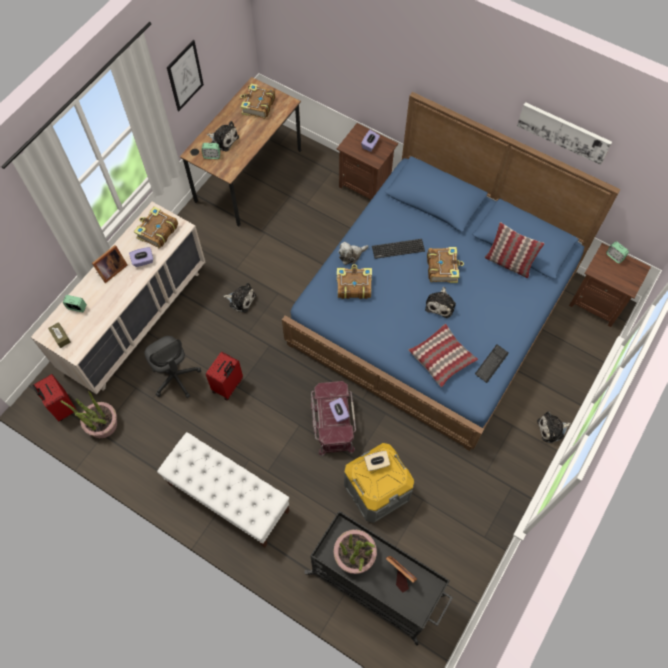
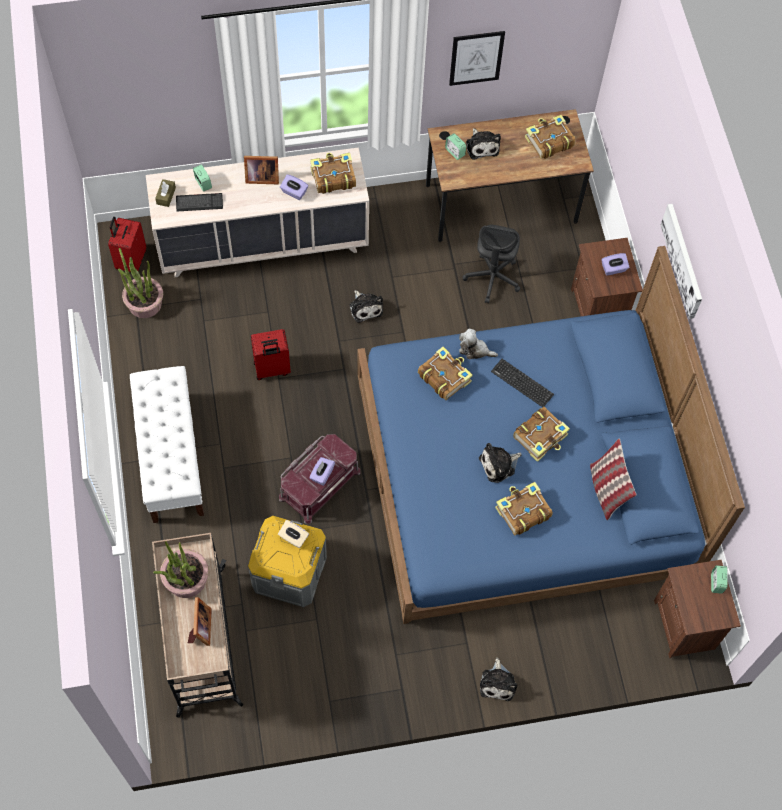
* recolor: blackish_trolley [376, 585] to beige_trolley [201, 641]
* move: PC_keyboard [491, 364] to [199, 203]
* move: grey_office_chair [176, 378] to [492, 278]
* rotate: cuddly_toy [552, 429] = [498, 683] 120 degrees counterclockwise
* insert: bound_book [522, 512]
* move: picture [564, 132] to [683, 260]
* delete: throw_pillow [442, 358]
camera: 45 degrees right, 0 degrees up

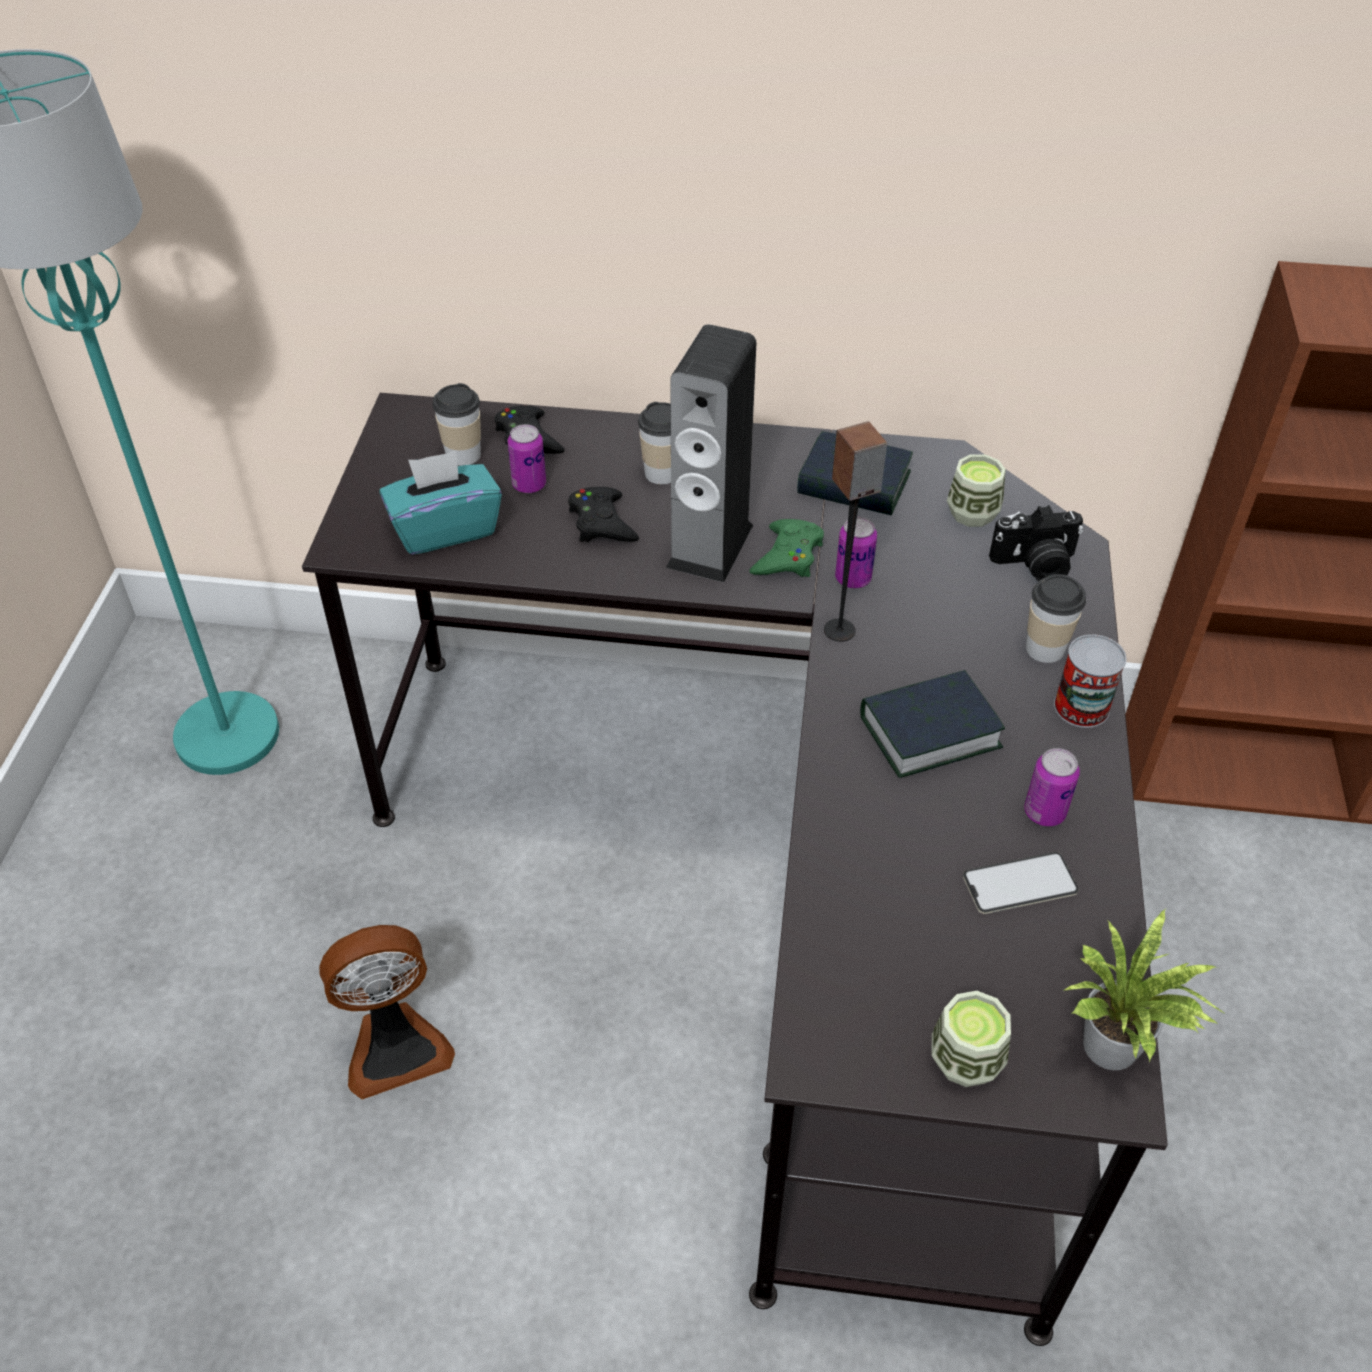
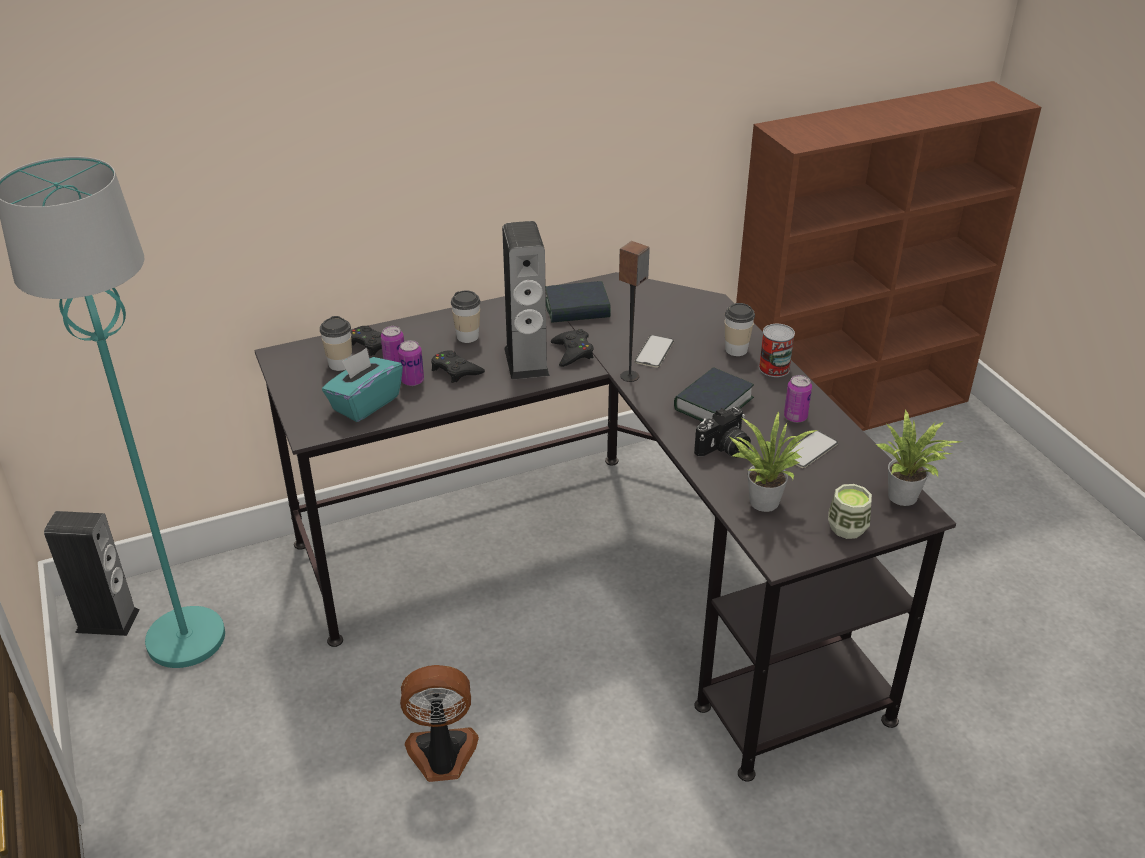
* insert: loudspeaker [107, 621]
* move: sealed_can [853, 578] to [412, 381]
* rotate: fan [395, 1046] = [442, 756] 135 degrees counterclockwise
* recolor: green-coloured_gamepad [788, 556] to blackish_gamepad [572, 352]
* insert: handset [654, 351]
* move: photo_camera [1035, 565] to [724, 449]
* insert: houseplant [762, 499]
* delete: drinking_cup [972, 513]
camera: 30 degrees left, 10 degrees down

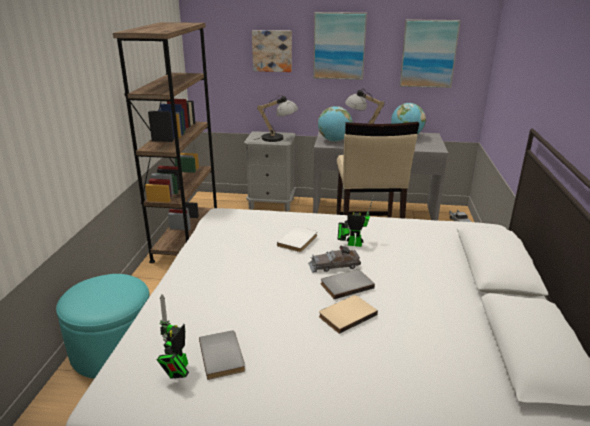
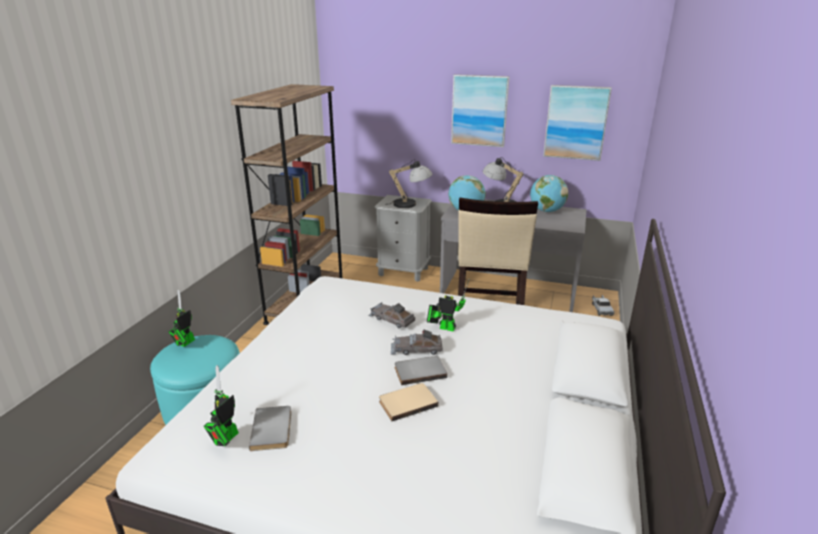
* insert: model_robot [185, 343]
* replace: whitish_bound_book [299, 241] to grey_toy_car [391, 319]
* delete: picture [272, 51]
camera: 10 degrees right, 0 degrees up

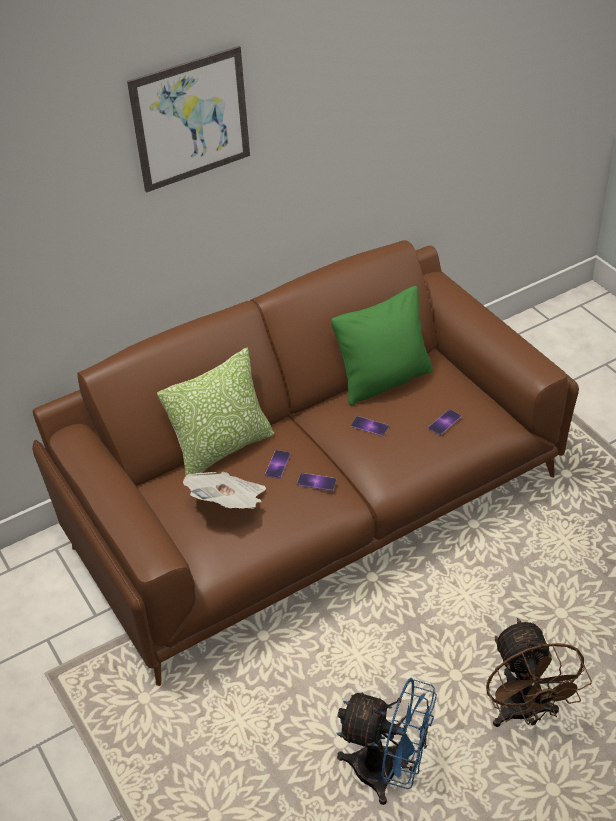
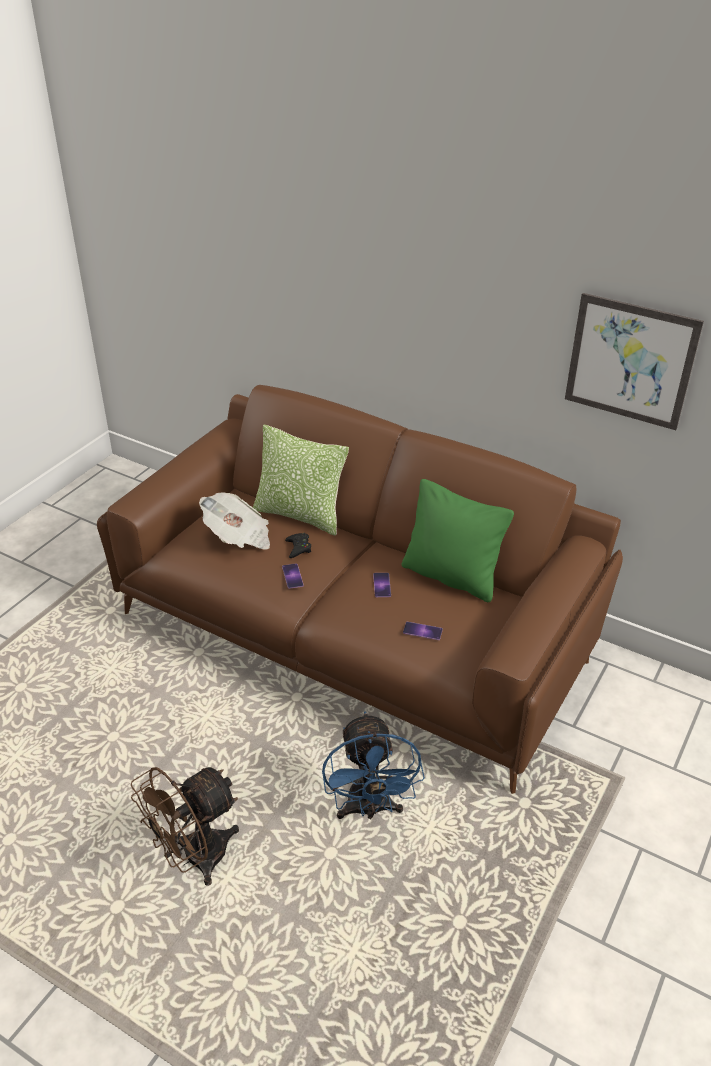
* replace: handset [277, 464] to blackish_gamepad [298, 548]
* move: blue_fan [387, 772] to [369, 810]
* move: picture [191, 119] to [630, 361]
camera: 60 degrees right, 5 degrees down

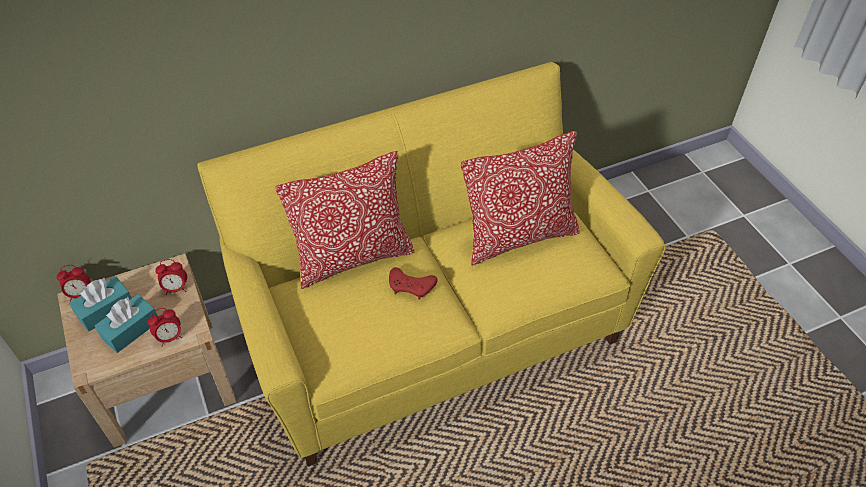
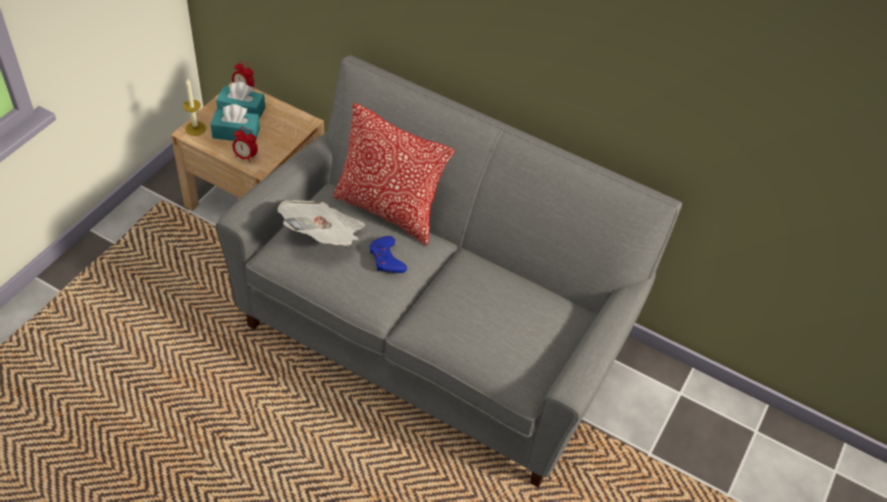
* insert: candle [195, 129]
* recolor: yellowish_couch [432, 329] to grey_couch [435, 338]
* insert: newspaper [324, 237]
* recolor: reddish_gamepad [411, 286] to blue_gamepad [387, 259]
* delete: bedside_clock [176, 288]
* delete: throw_pillow [519, 237]
camera: 50 degrees right, 0 degrees up

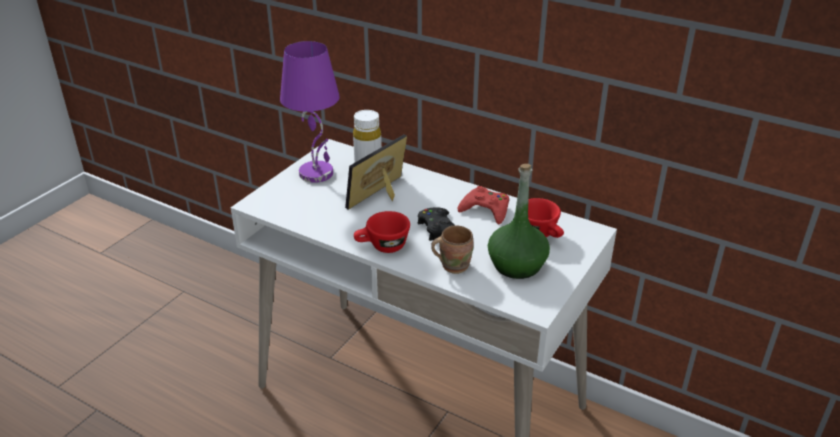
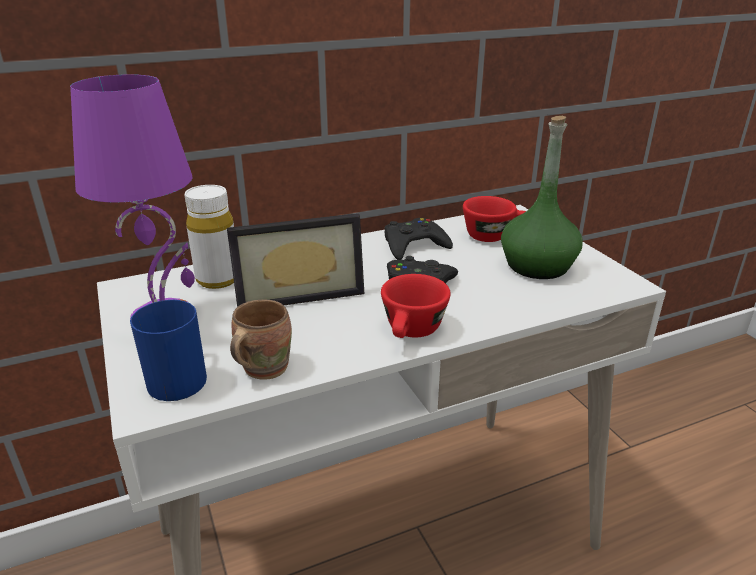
* insert: blue_coffee_mug [181, 376]
* rotate: standing_frame [383, 196] = [298, 292] 90 degrees counterclockwise
* move: brown-coloured_coffee_mug [453, 265] to [261, 368]
* recolor: reddish_gamepad [486, 210] to blackish_gamepad [414, 245]
camera: 55 degrees left, 5 degrees down

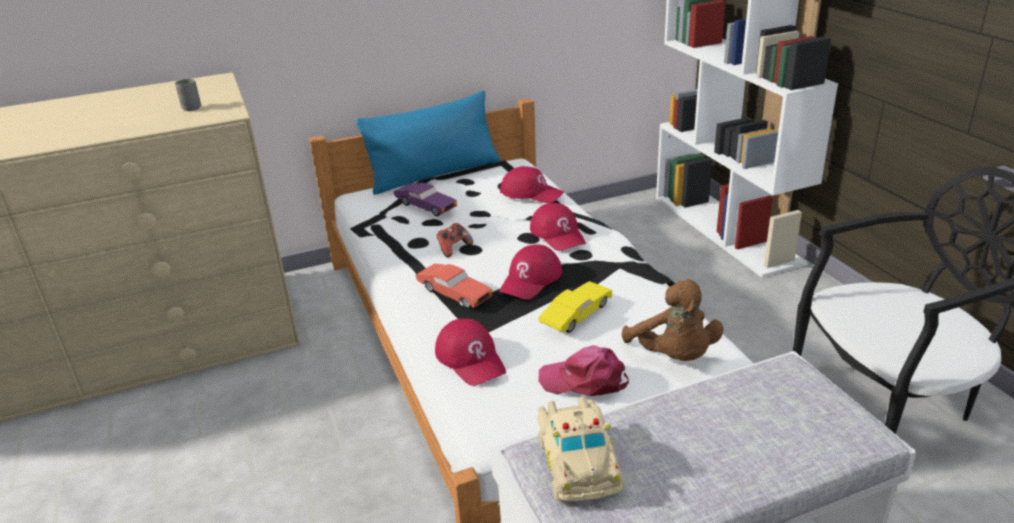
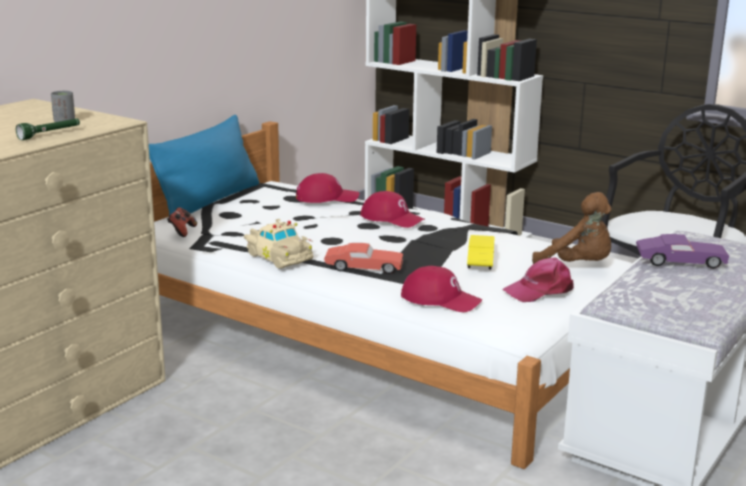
* insert: green-coloured_torch [50, 134]
* move: gamepad [454, 249] to [182, 231]
* move: beige_toy_car [579, 460] to [279, 256]
* move: purplish_toy_car [425, 206] to [680, 263]
* delete: reddish_cap [531, 280]
camera: 35 degrees left, 10 degrees down

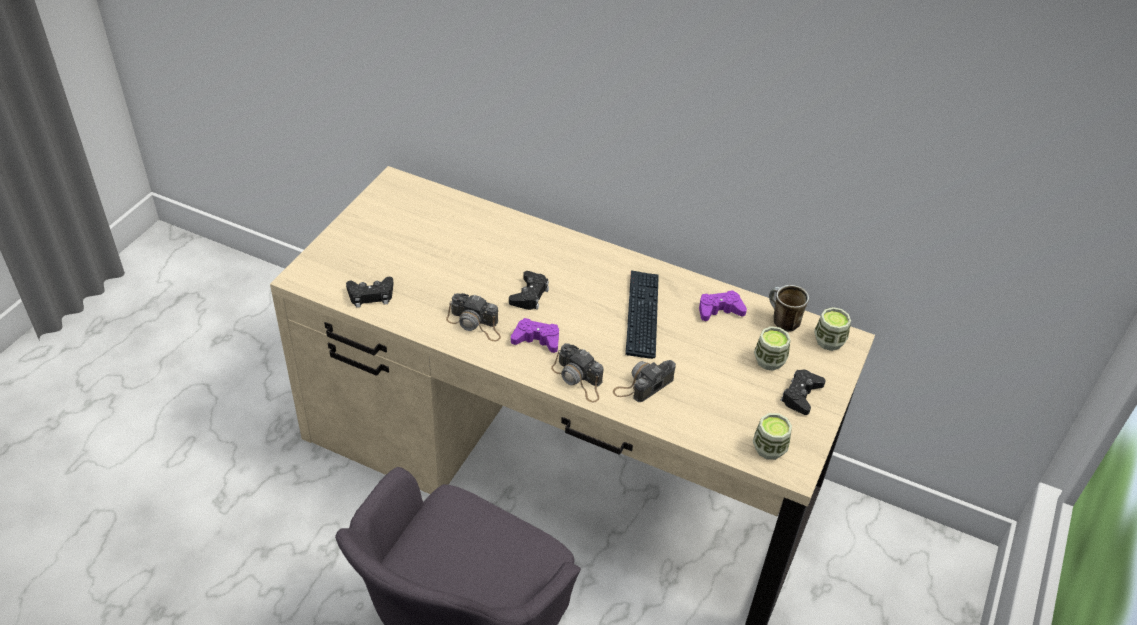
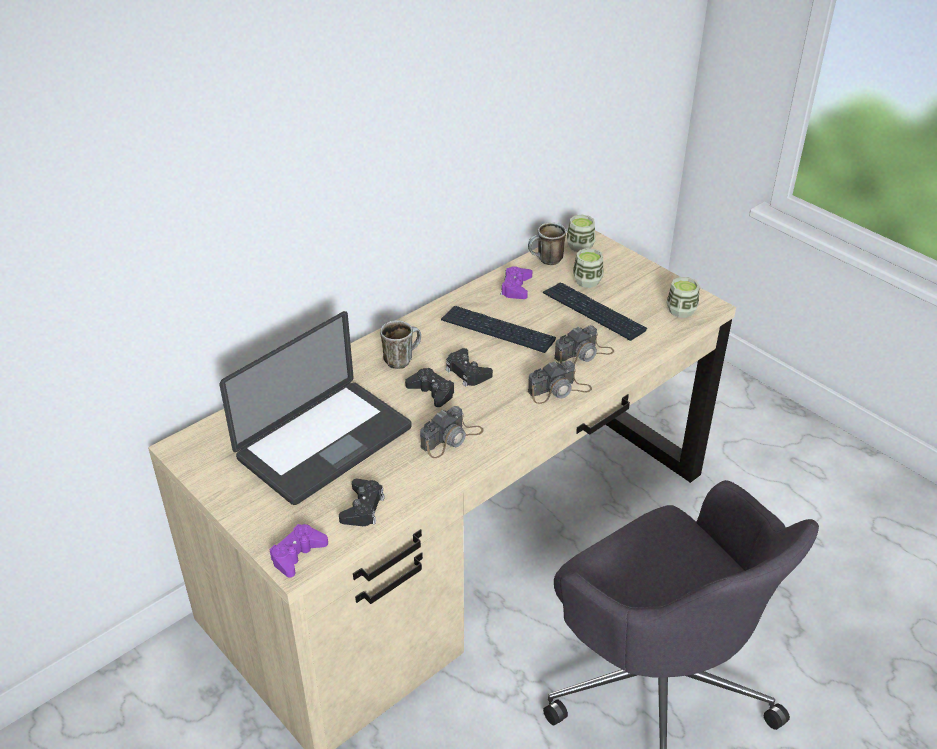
* insert: portable_computer [324, 443]
* move: purplish_gamepad [537, 340] to [297, 554]
* insert: coffee_mug [401, 359]
* move: blackish_gamepad [801, 395] to [467, 372]
* insert: PC_keyboard [593, 312]
* rotate: photo_camera [643, 385] = [584, 354] 105 degrees counterclockwise
camera: 65 degrees left, 5 degrees down

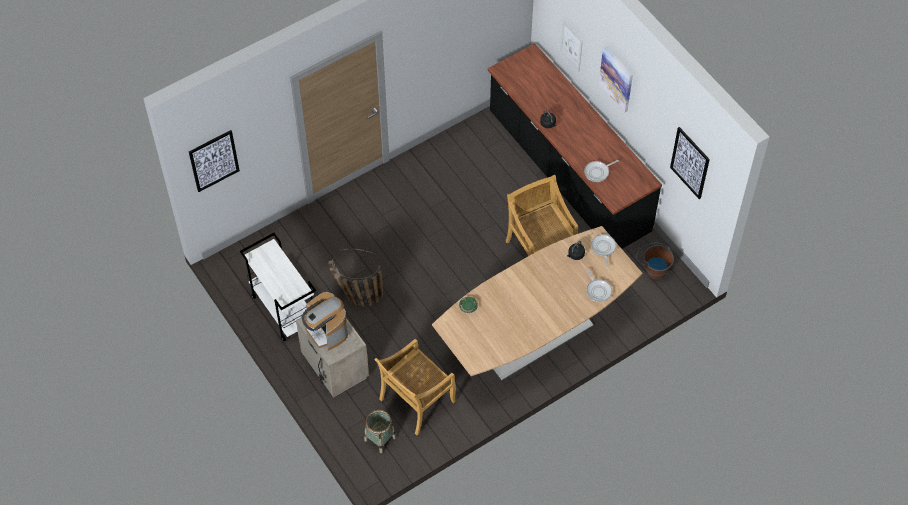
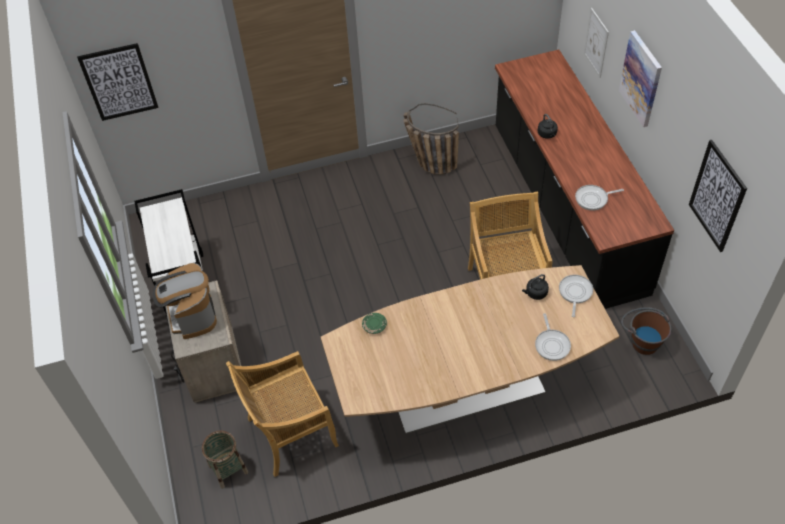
* move: basket [356, 295] to [428, 162]
camera: 20 degrees right, 5 degrees down

